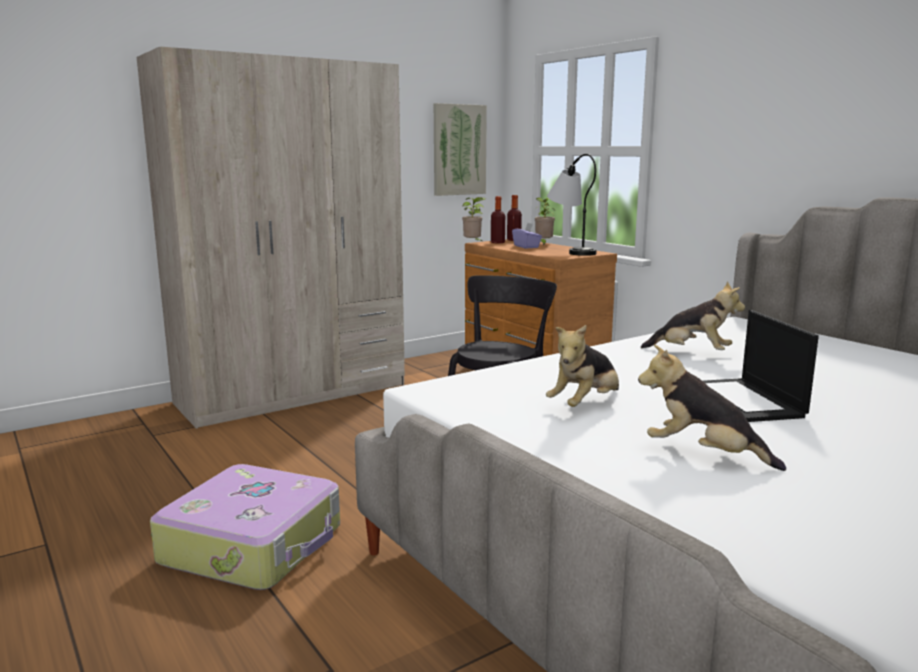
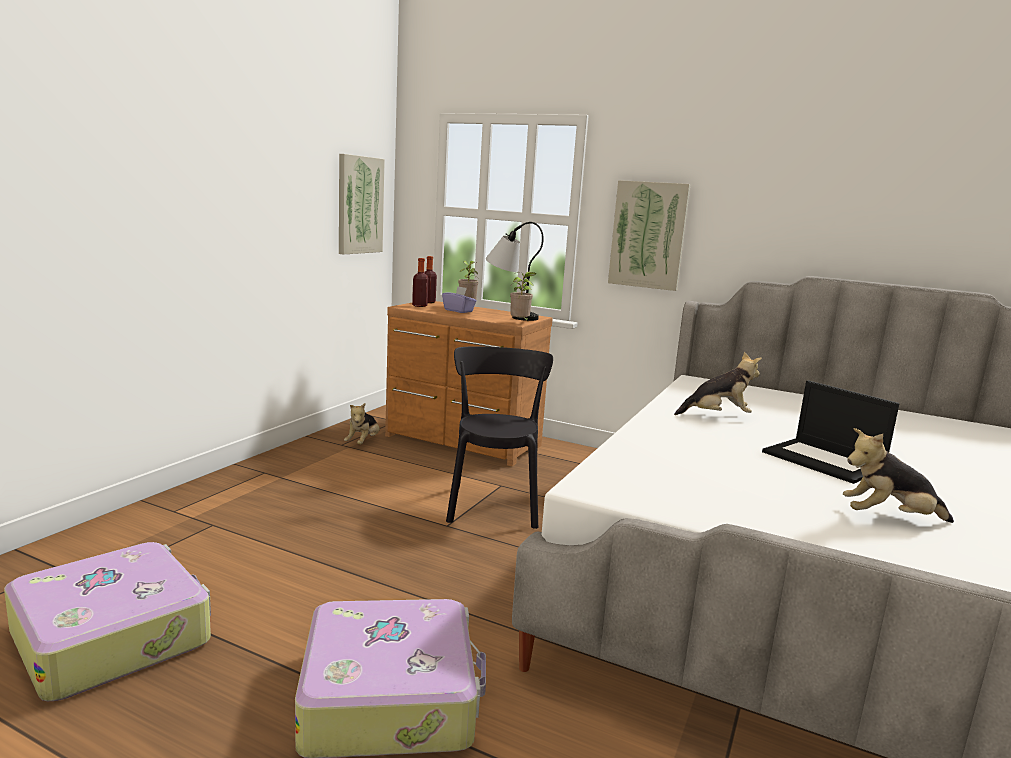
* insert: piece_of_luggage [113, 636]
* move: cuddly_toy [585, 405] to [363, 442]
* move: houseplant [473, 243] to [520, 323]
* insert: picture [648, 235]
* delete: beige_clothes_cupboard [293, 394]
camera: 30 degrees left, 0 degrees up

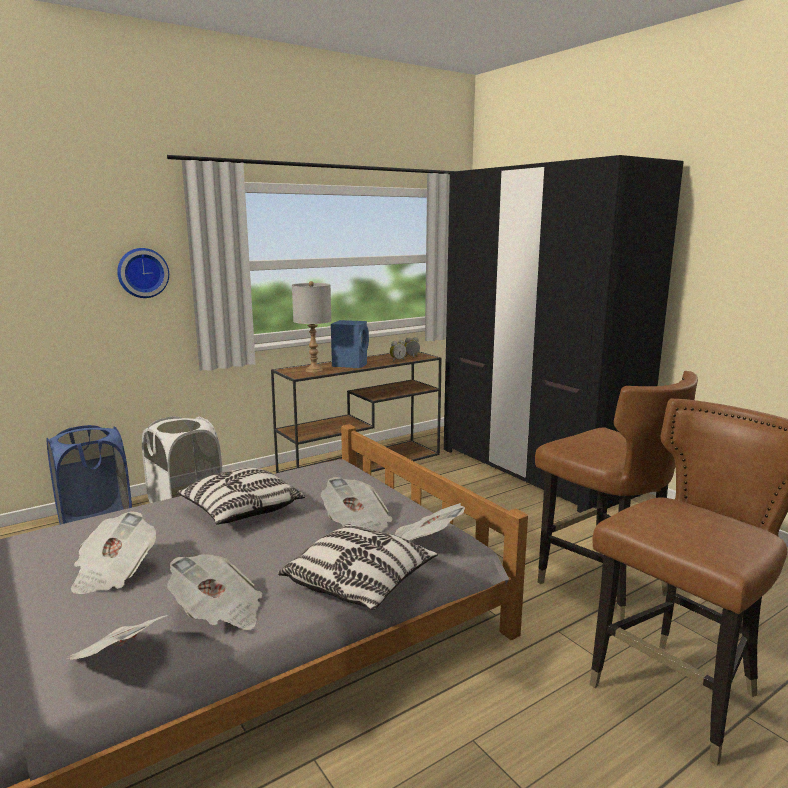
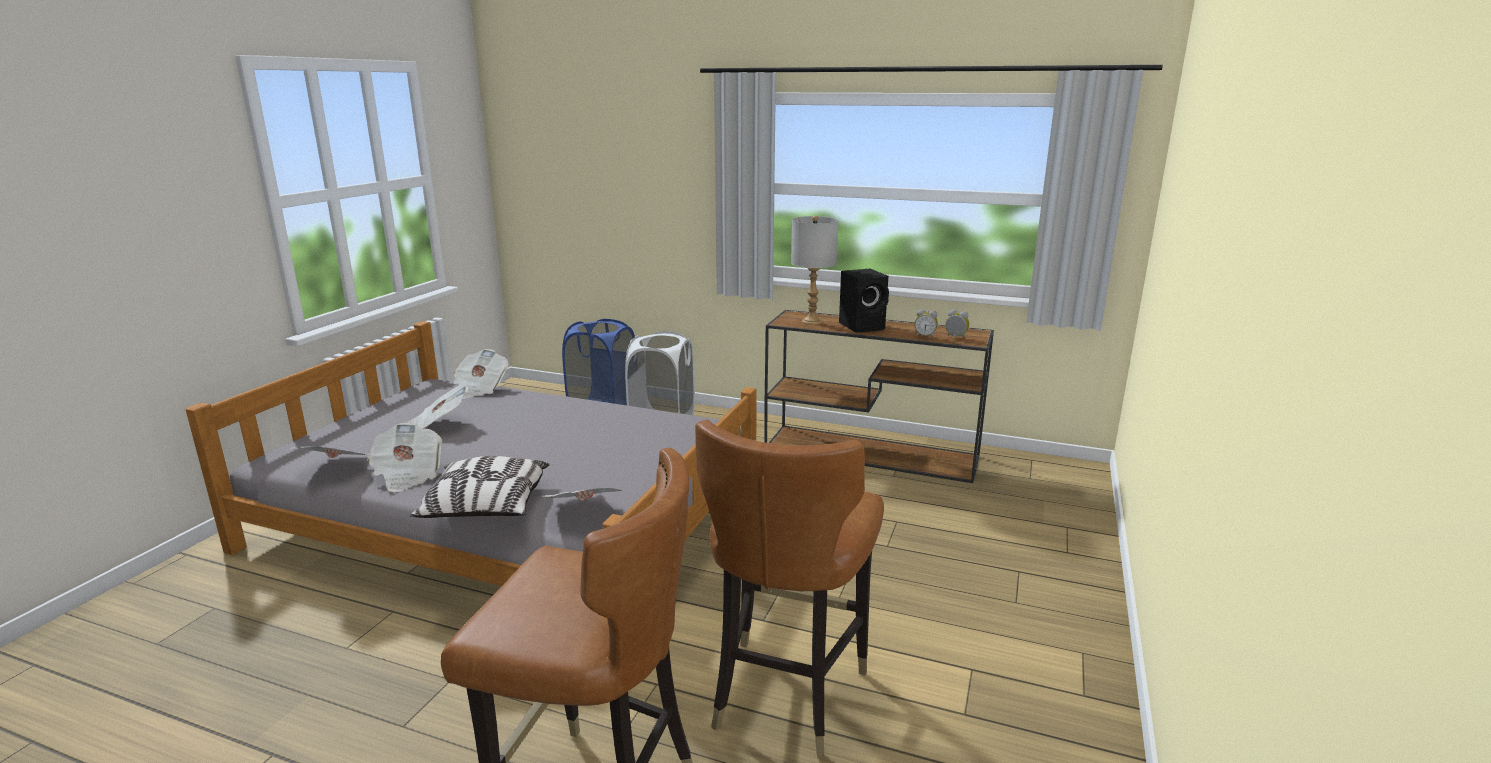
* move: newspaper [357, 525] to [480, 388]
* recolor: blue_loudspeaker [350, 364] to blackish_loudspeaker [863, 326]
* delete: wall_clock [142, 272]
* delete: throw_pillow [241, 511]
* delete: blackish_clothes_cupboard [535, 470]
camera: 55 degrees right, 5 degrees up

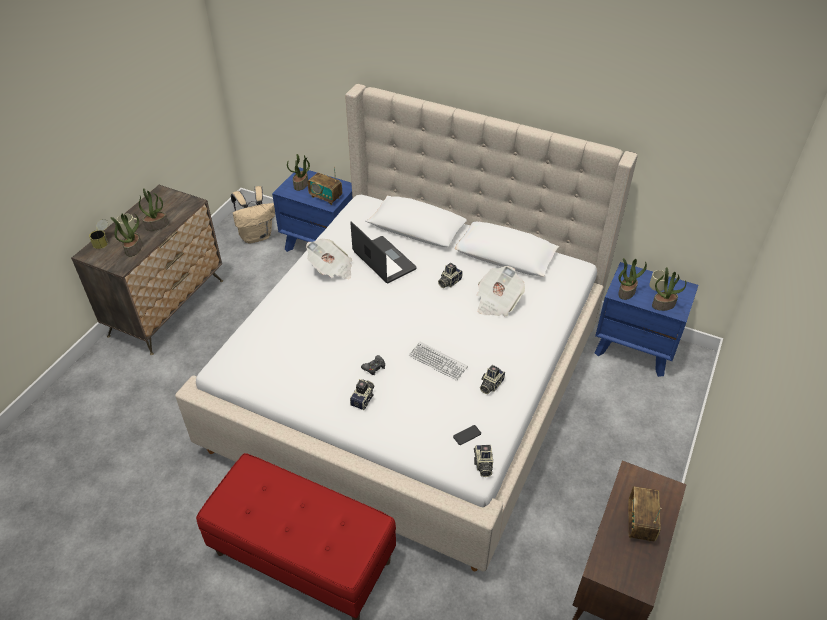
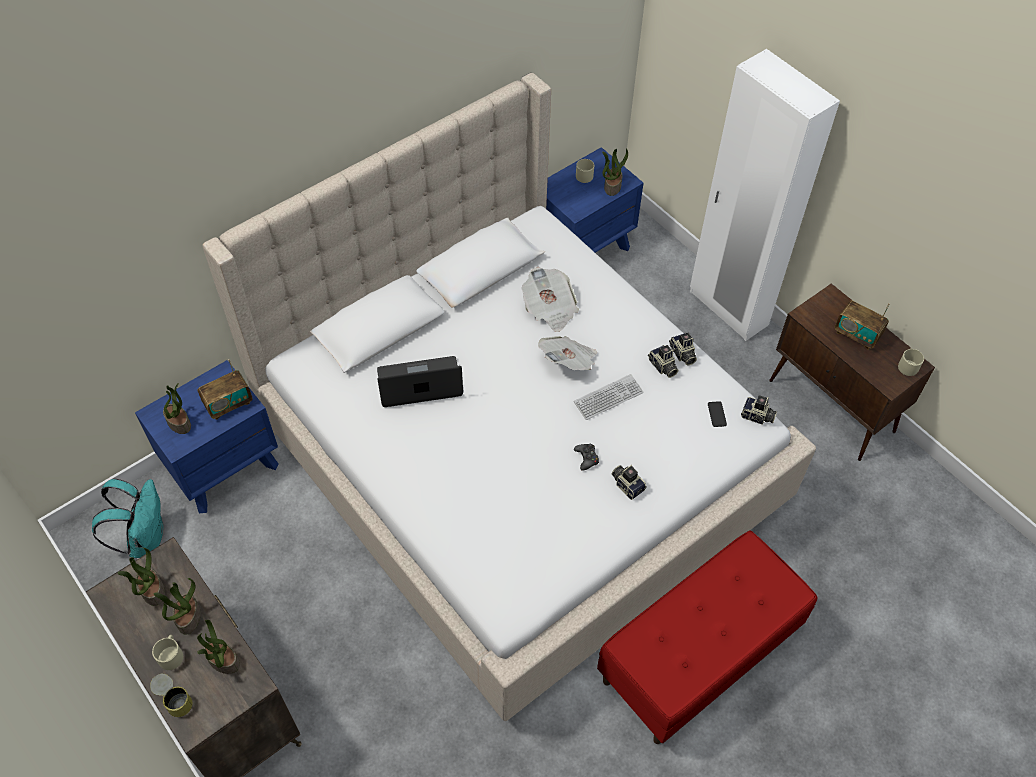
* recolor: beige_backpack [257, 236] to turquoise-coloured_backpack [145, 539]
* move: houseplant [626, 292] to [152, 590]
* move: newspaper [331, 269] to [569, 362]
* move: photo_camera [449, 282] to [682, 354]
* insert: whitish_clothes_cupboard [727, 309]
* insert: beige_coffee_mug [907, 365]
camera: 65 degrees left, 10 degrees up

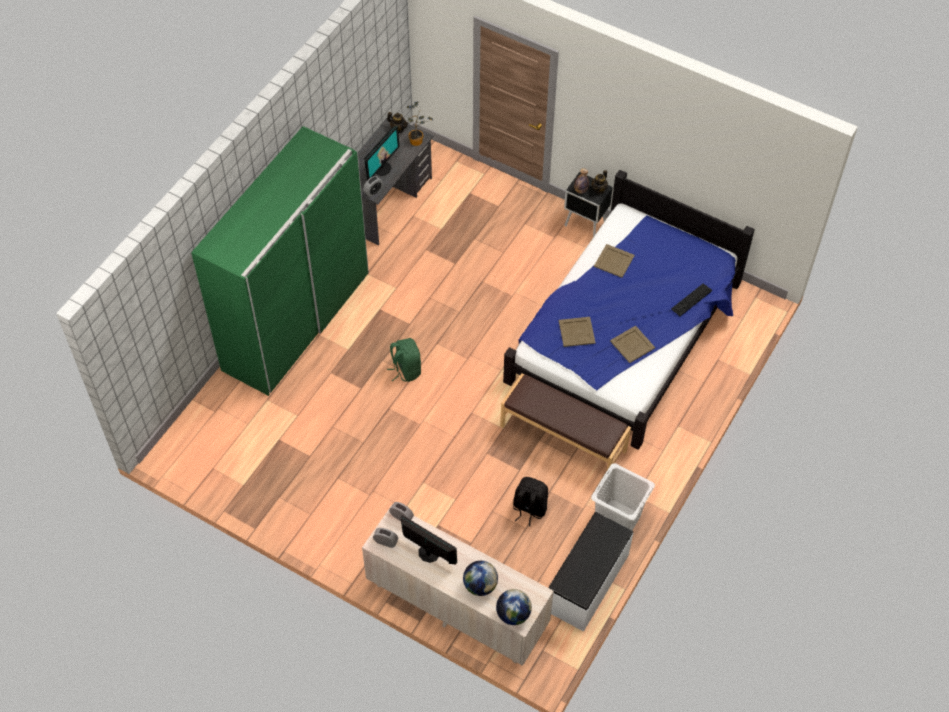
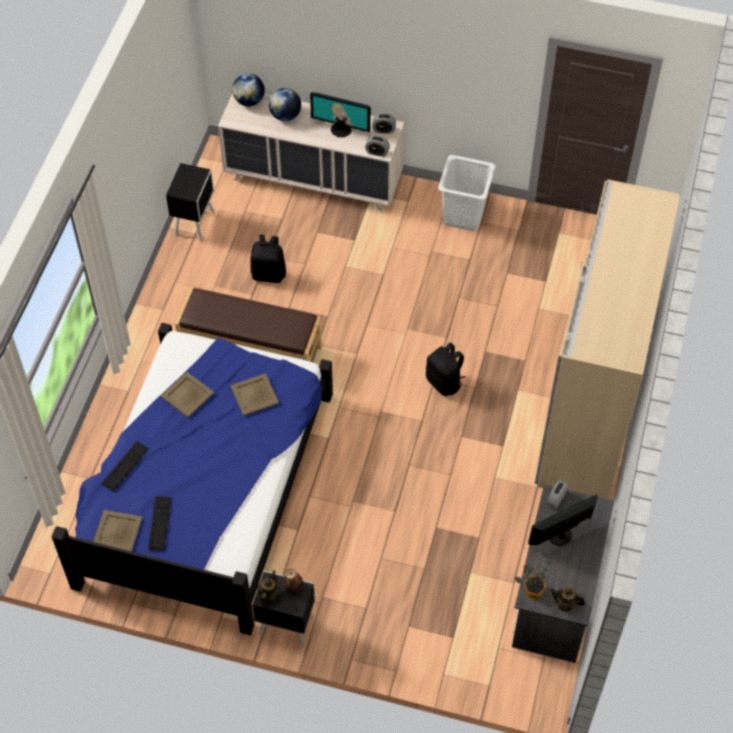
* move: beige_serving_tray [614, 261] to [117, 531]
* insert: PC_keyboard [159, 523]
* replace: whitish_long_seat [588, 583] to blackish_night_table [195, 223]
* recolor: green-coloured_backpack [406, 370] to blackish_backpack [444, 382]
* move: whitish_laundry_basket [618, 520] to [463, 215]
* rotate: monitor [382, 168] = [560, 536] 45 degrees clockwise
* recolor: green-coloured_clothes_cupboard [296, 321] to beige_clothes_cupboard [591, 409]
camera: 165 degrees right, 0 degrees up

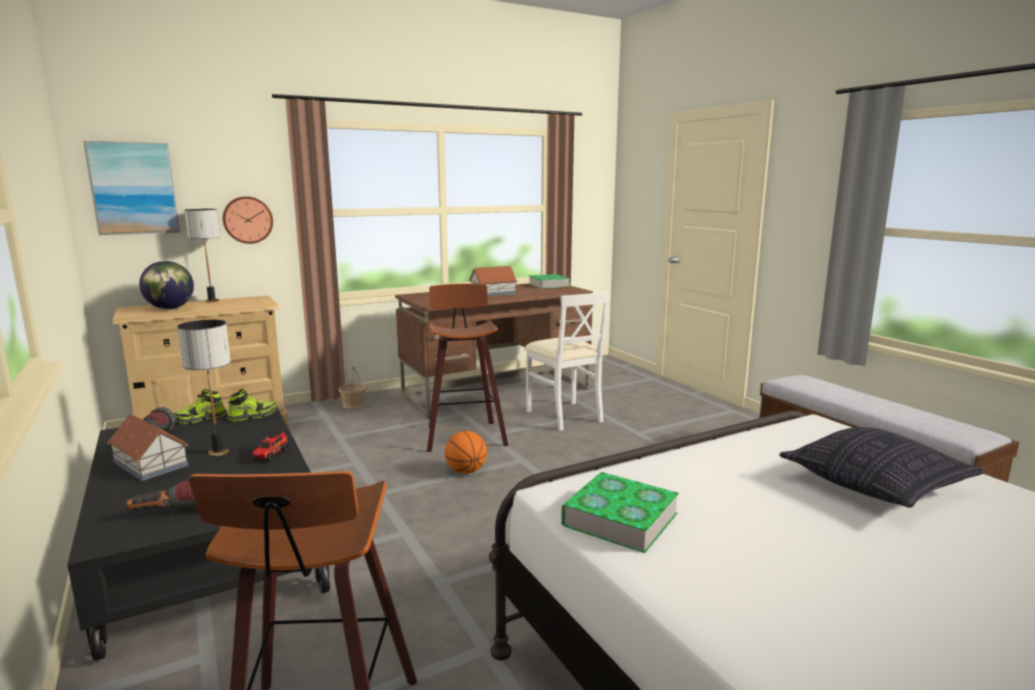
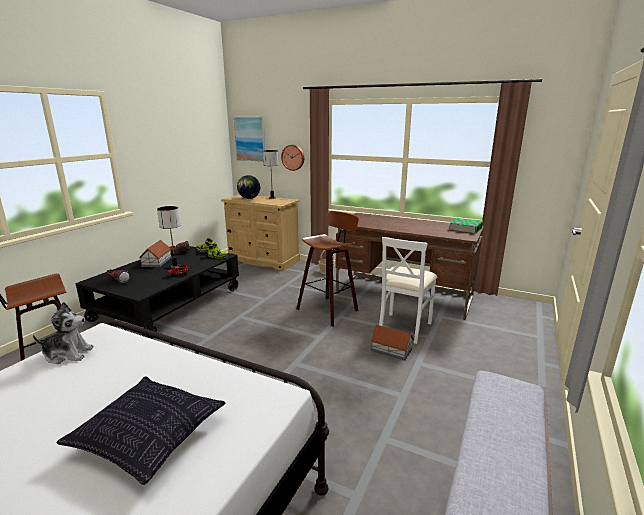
* replace: bound_book [620, 519] to cuddly_toy [68, 354]
* move: miniature_house [492, 293] to [391, 349]
* delete: basketball_ball [466, 471]
camera: 55 degrees right, 5 degrees up

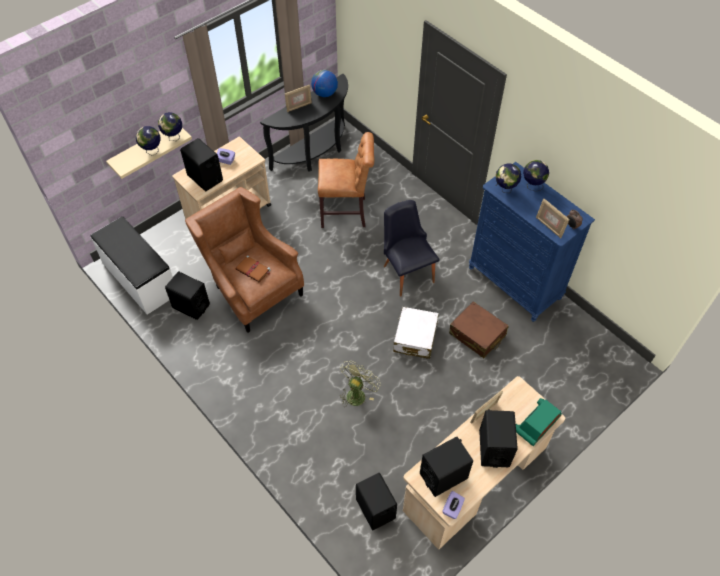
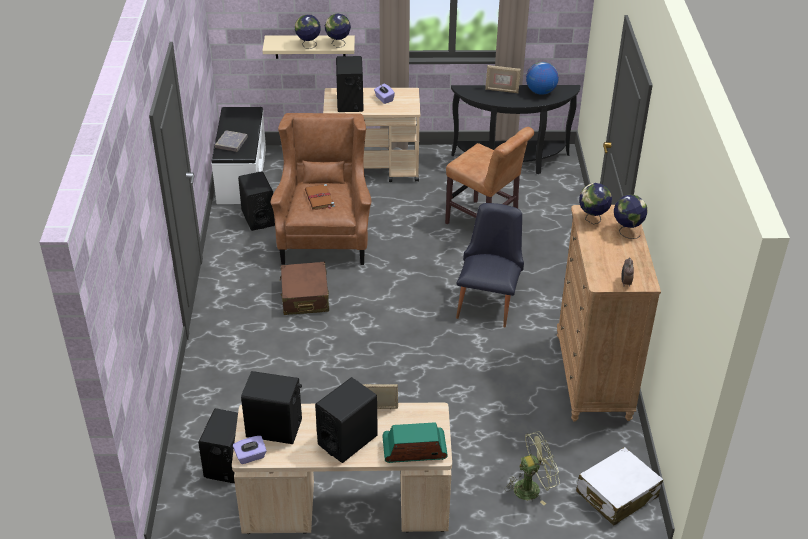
* insert: grey_bound_book [231, 143]
* move: brown-coloured_piece_of_luggage [477, 334] to [305, 297]
* move: green-coloured_fan [357, 393] to [532, 487]
* recolor: blue_drawer_chest [514, 283] to brown-coloured_drawer_chest [593, 377]
* move: whitish_piece_of_luggage [415, 337] to [617, 494]
* delete: standing_frame [549, 227]
camera: 40 degrees right, 15 degrees down

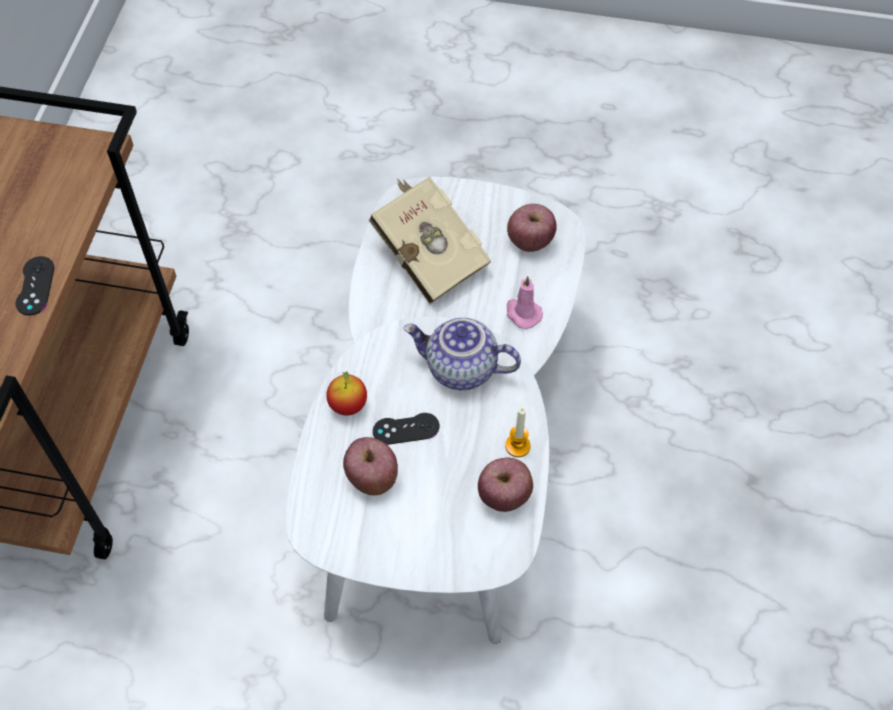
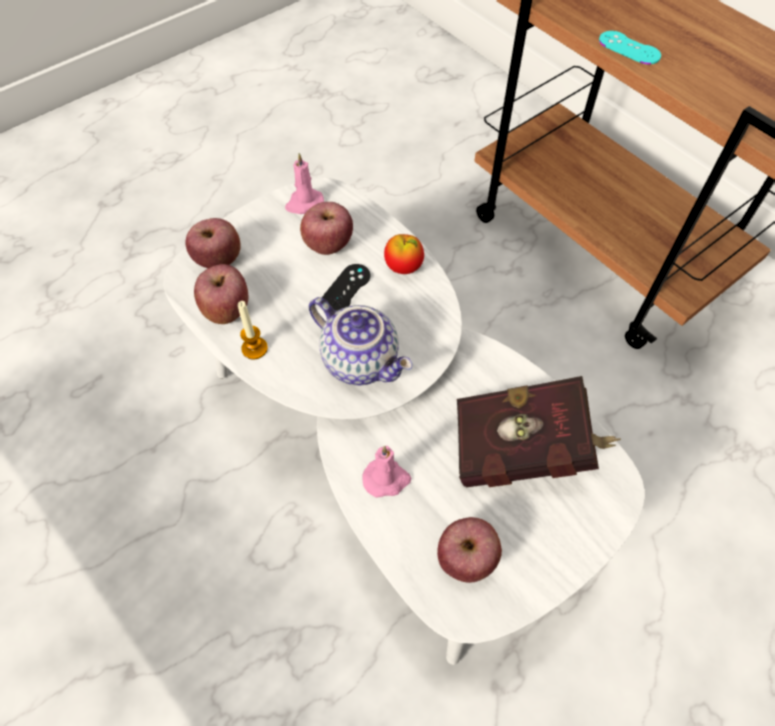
* insert: whole_apple [219, 260]
* insert: pinkish_candle [304, 203]
* rotate: tea_pot [460, 369] = [362, 360] 75 degrees clockwise
* recolor: beige_bound_book [428, 254] to reddish_bound_book [524, 451]
* recolor: blackish_gamepad [35, 286] to turquoise-coloured_gamepad [629, 48]
camera: 130 degrees right, 0 degrees up

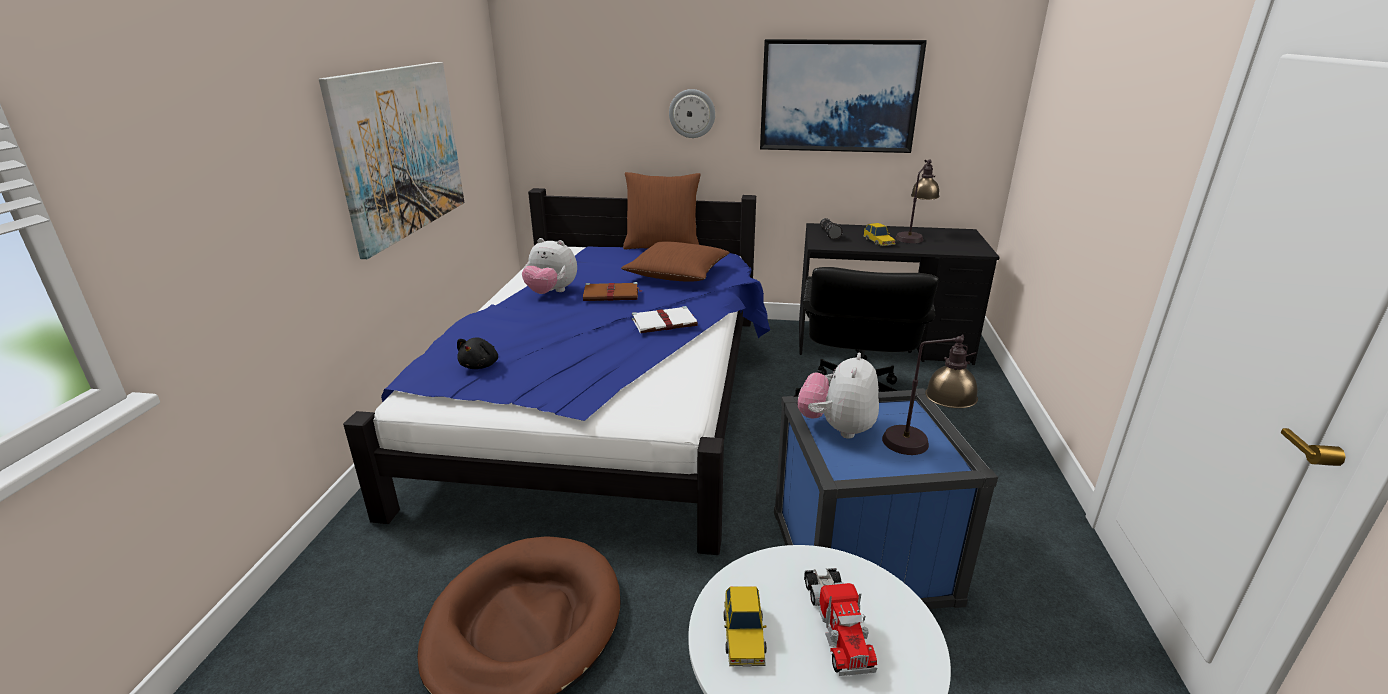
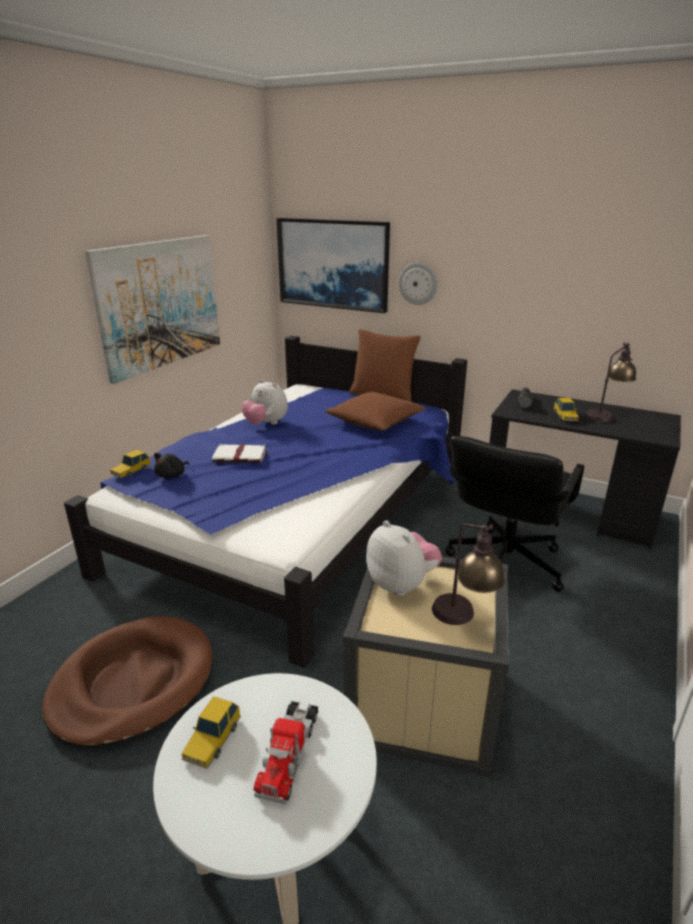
* insert: toy_car [131, 471]
* move: whitish_bound_book [665, 322] to [241, 456]
* move: picture [838, 96] to [333, 264]
* recolor: blue_storage_bin [862, 556] to beige_storage_bin [423, 703]
* rotate: cuddly_toy [837, 428] = [401, 584] 105 degrees clockwise
* delete: brown-coloured_bound_book [612, 294]
camera: 20 degrees right, 0 degrees up

